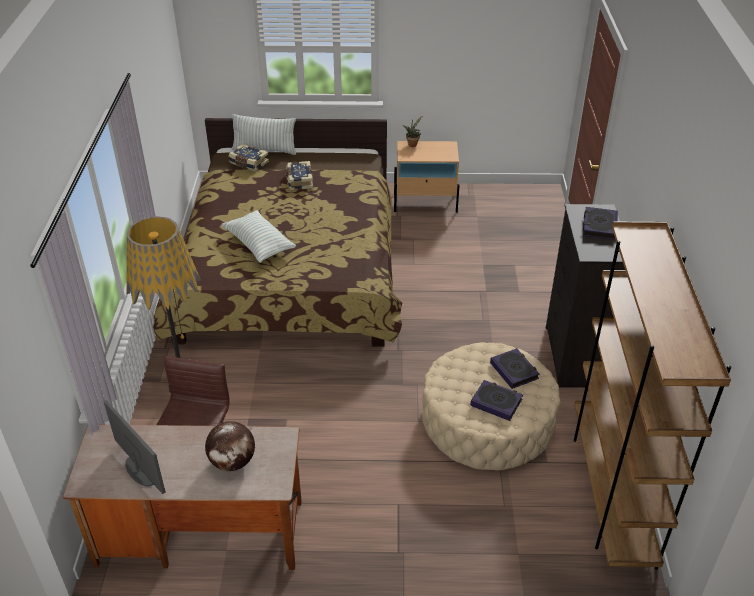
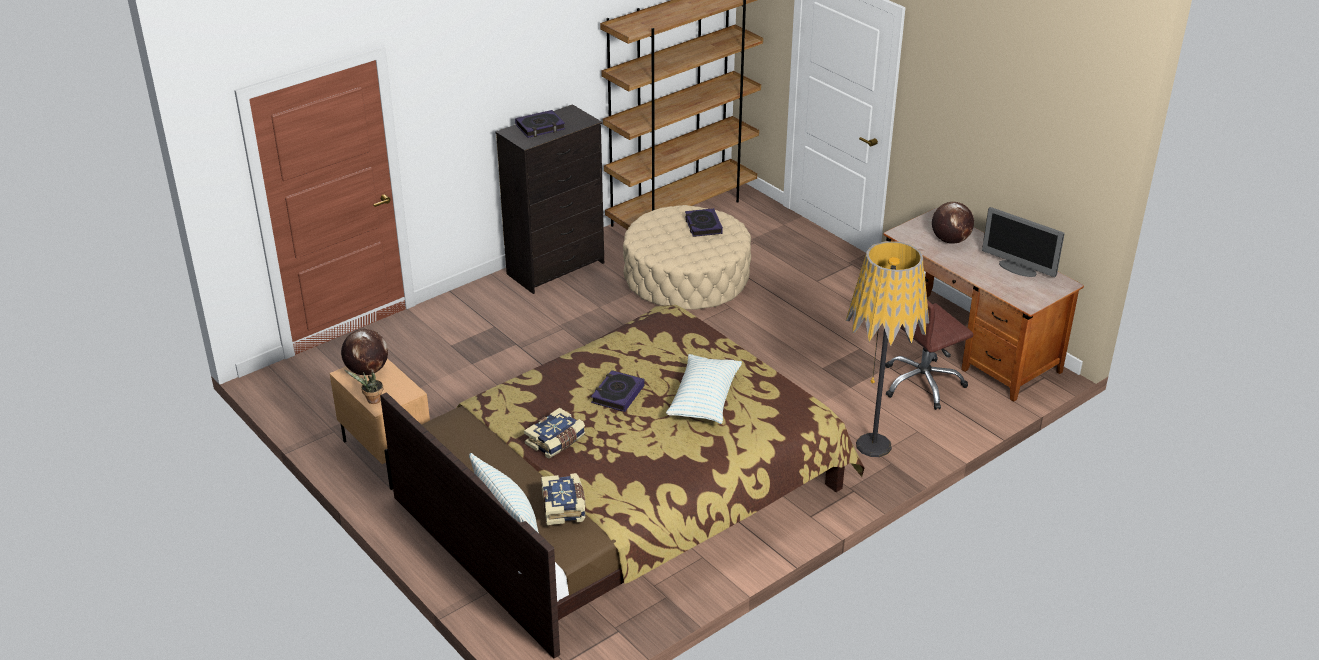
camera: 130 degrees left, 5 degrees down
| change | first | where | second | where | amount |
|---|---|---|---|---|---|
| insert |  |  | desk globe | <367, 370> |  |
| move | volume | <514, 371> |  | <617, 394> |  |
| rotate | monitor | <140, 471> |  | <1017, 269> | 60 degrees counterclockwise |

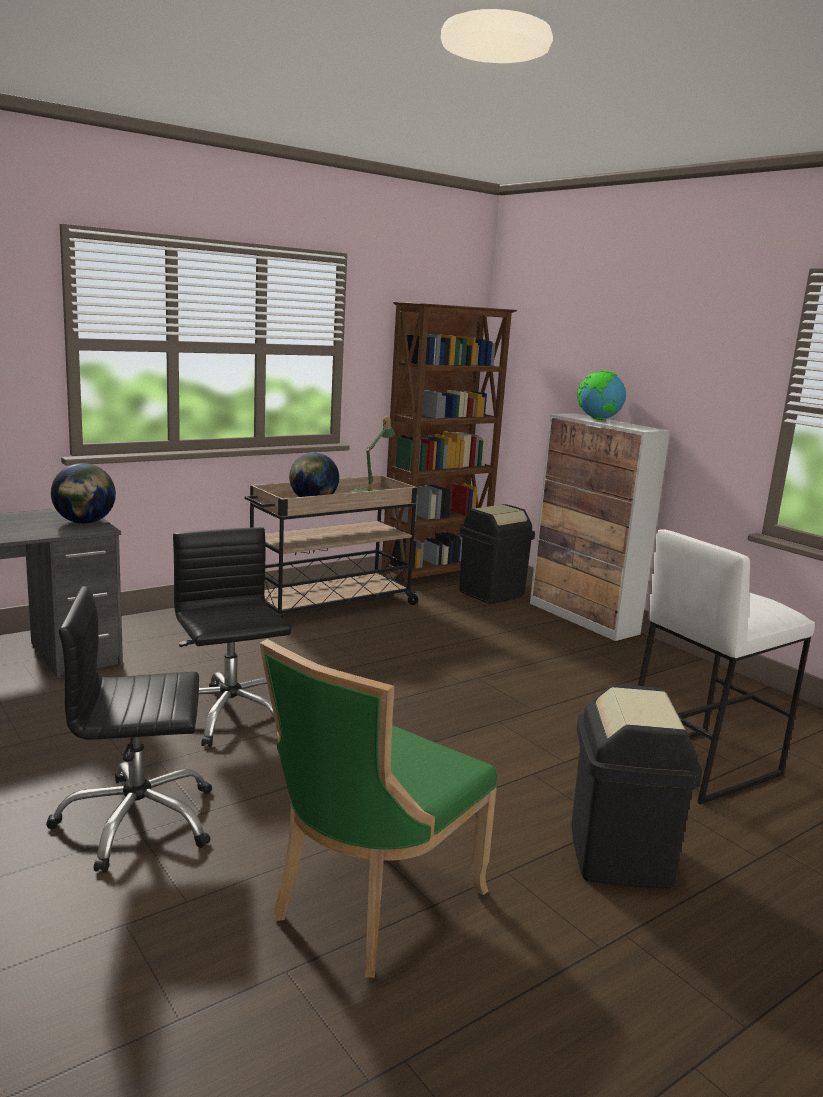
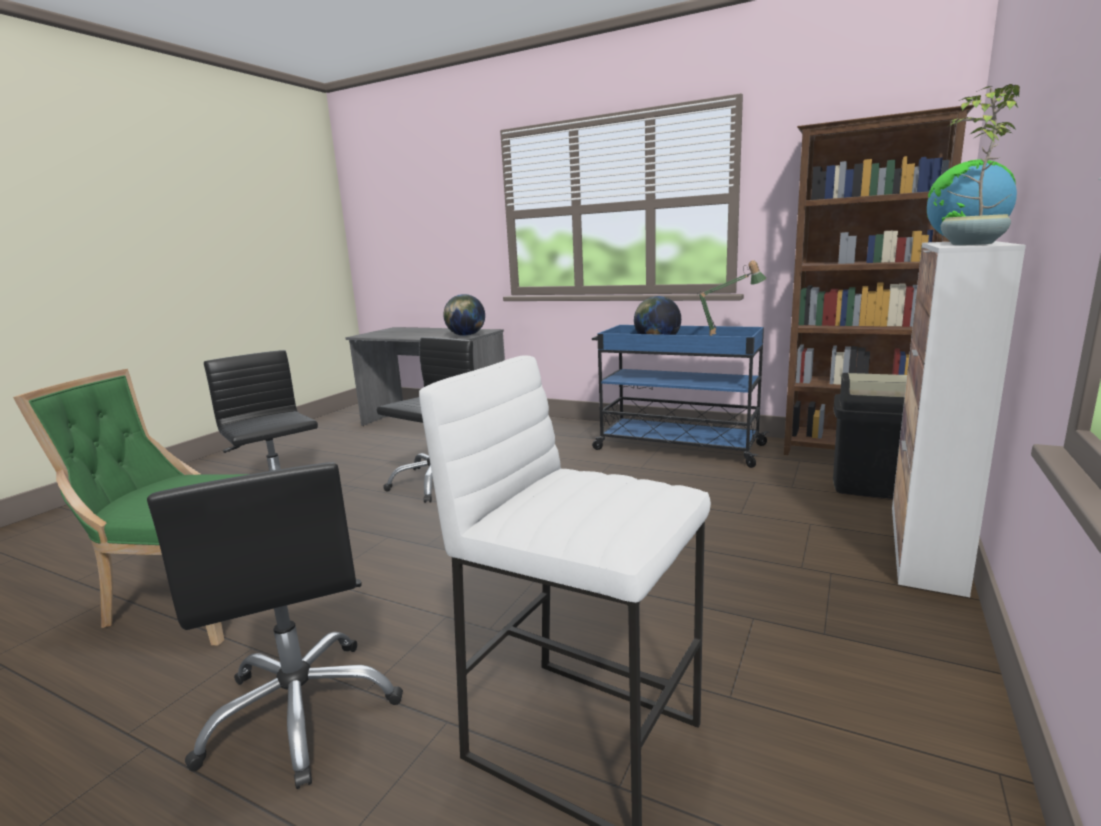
camera: 65 degrees right, 0 degrees up
| change | first | where | second | where | amount |
|---|---|---|---|---|---|
| replace | trash can in blackish | <620, 855> | office chair in blackish | <302, 711> |  |
| recolor | wheeled cart in sand-coloured | <329, 606> | wheeled cart in blue | <676, 447> |  |
| insert |  |  | plant in a pot | <970, 244> |  |

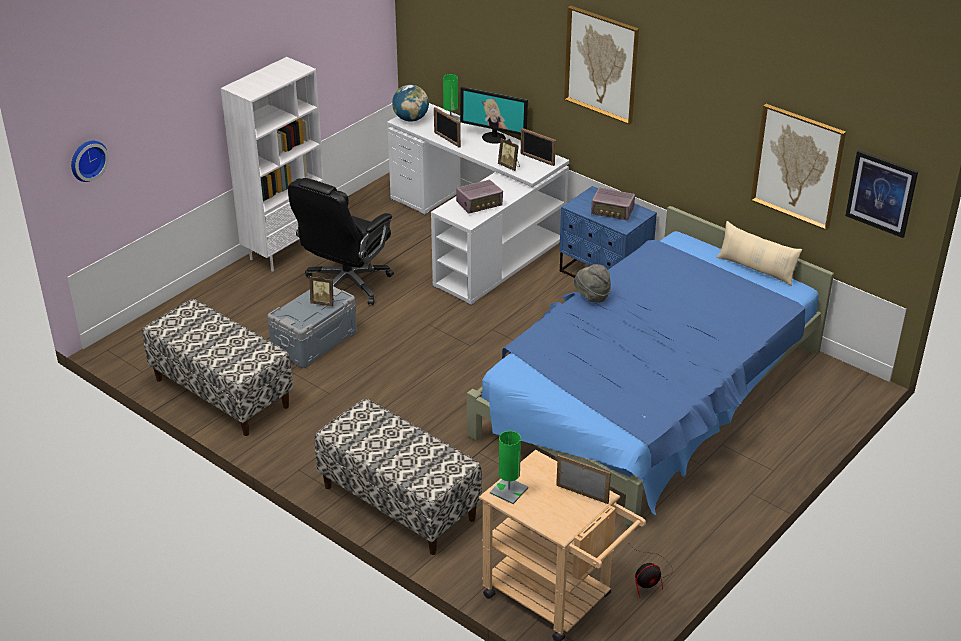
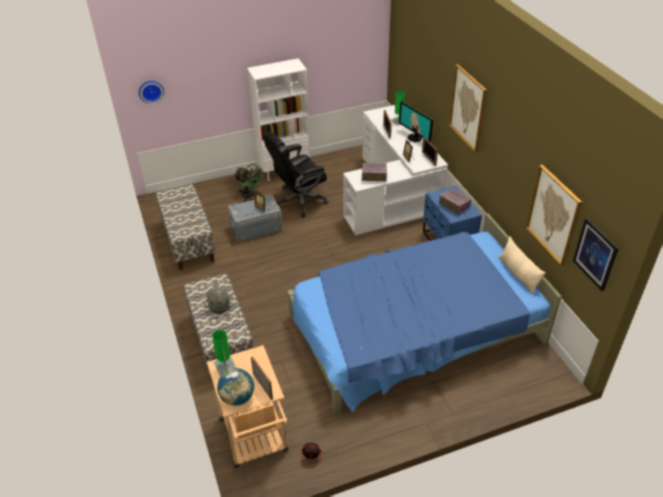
camera: 30 degrees right, 5 degrees up
| change | first | where | second | where | amount |
|---|---|---|---|---|---|
| move | hat in greyish | <592, 296> |  | <219, 306> |  |
| move | desk globe | <411, 119> |  | <237, 397> |  |
| insert |  |  | cooling fan in greenish | <249, 196> |  |

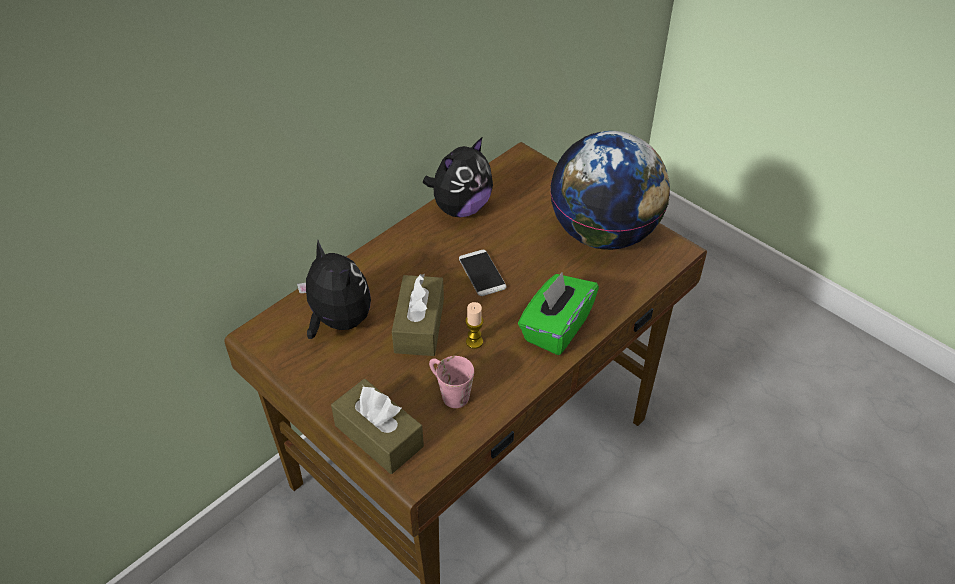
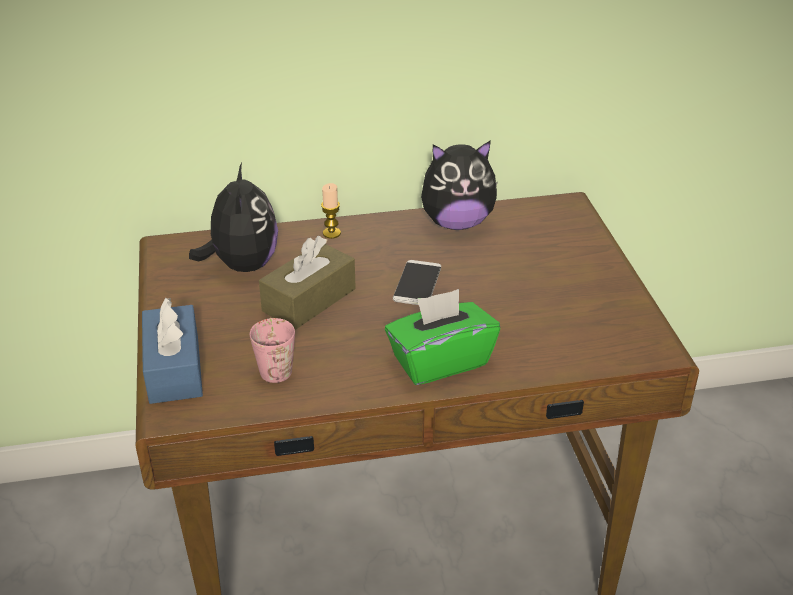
camera: 35 degrees right, 10 degrees down
| change | first | where | second | where | amount |
|---|---|---|---|---|---|
| recolor | box of tissues in brown-coloured | <379, 436> | box of tissues in blue | <174, 369> |  |
| move | candle | <474, 342> |  | <331, 233> |  |
| delete | desk globe | <604, 234> |  |  |  |

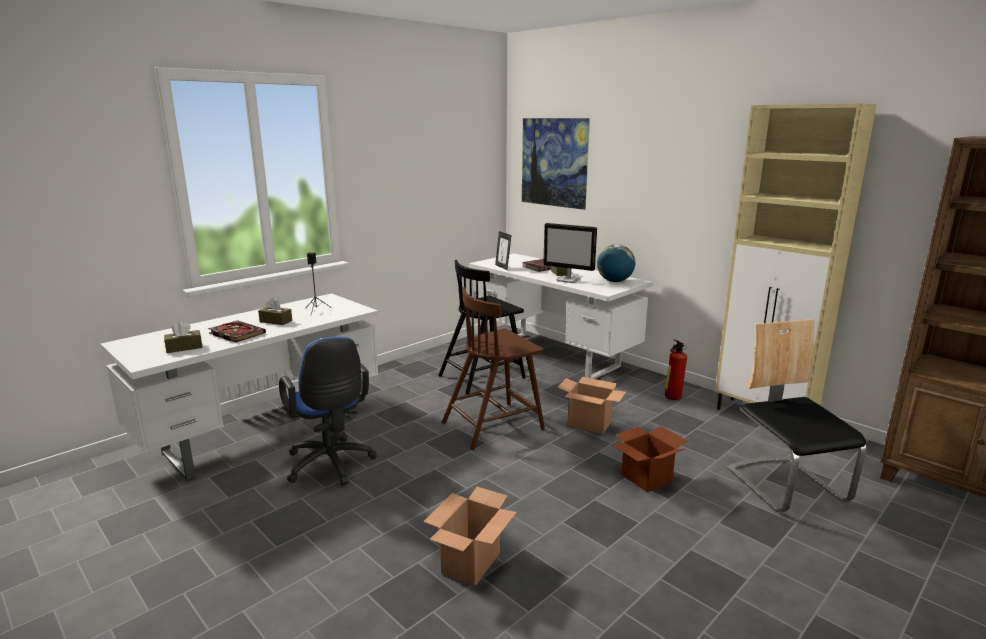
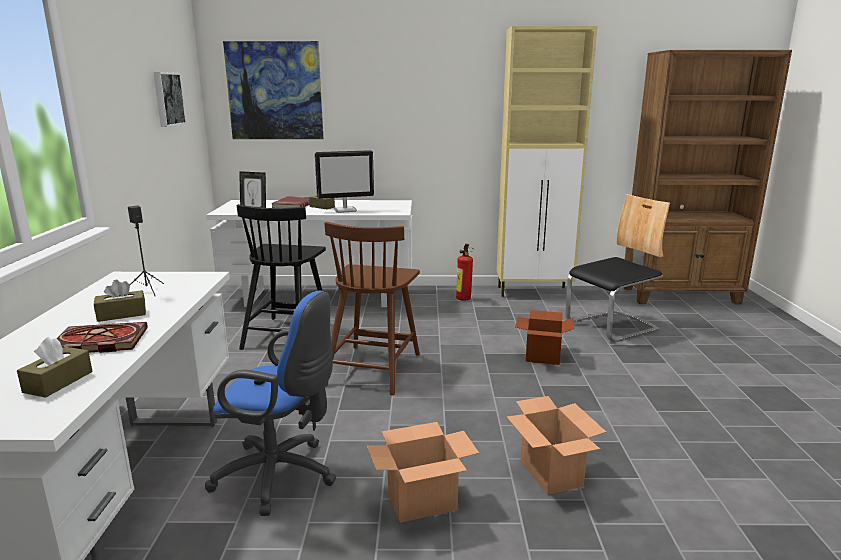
camera: 45 degrees left, 0 degrees up
| change | first | where | second | where | amount |
|---|---|---|---|---|---|
| insert |  |  | picture | <167, 99> |  |
| move | cardboard box | <590, 424> |  | <422, 501> |  |
| rotate | plain chair | <786, 485> |  | <612, 326> | 120 degrees clockwise |
| delete | desk globe | <614, 281> |  |  |  |

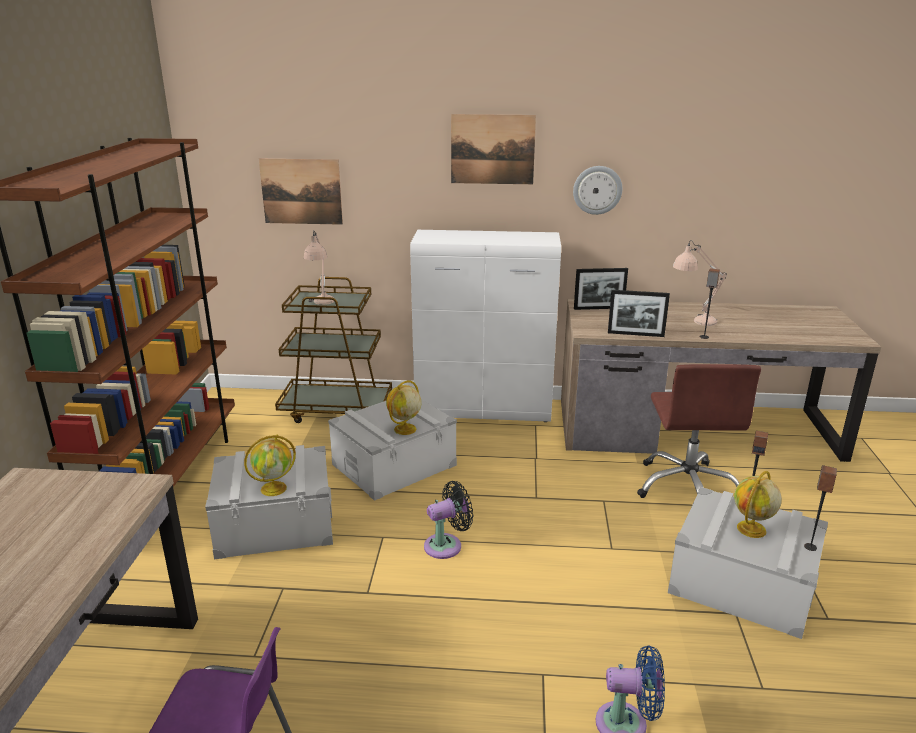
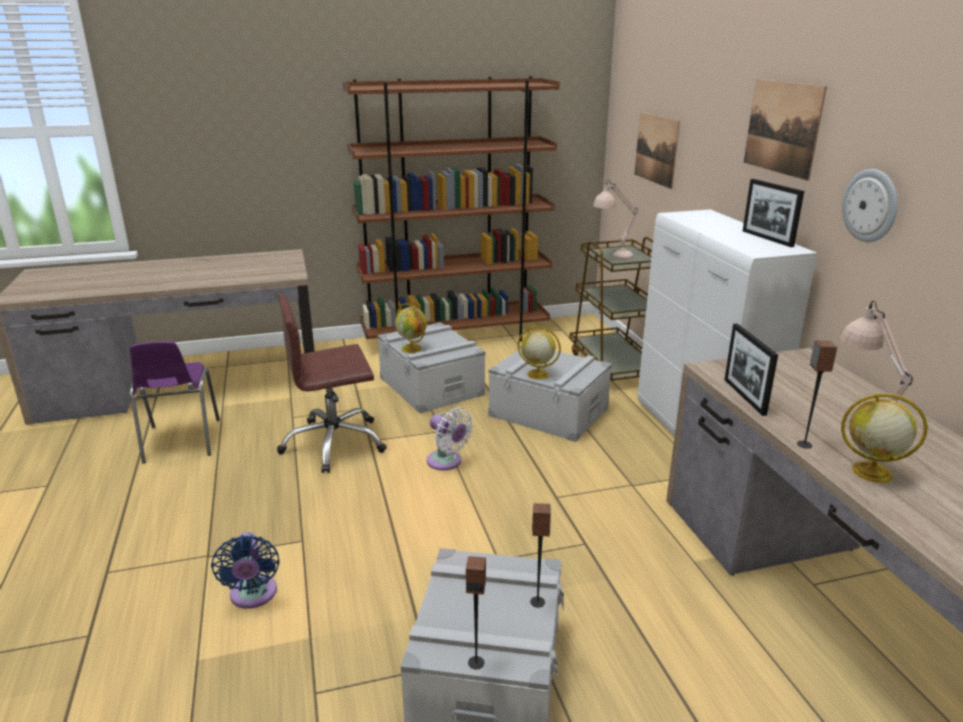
camera: 70 degrees right, 0 degrees up
| change | first | where | second | where | amount |
|---|---|---|---|---|---|
| move | office chair in brown-coloured | <687, 487> |  | <334, 443> |  |
| recolor | cooling fan in blackish | <447, 545> | cooling fan in whitish | <447, 462> |  |
| move | picture frame | <599, 308> |  | <767, 238> |  |
| move | desk globe | <751, 530> |  | <870, 472> |  |

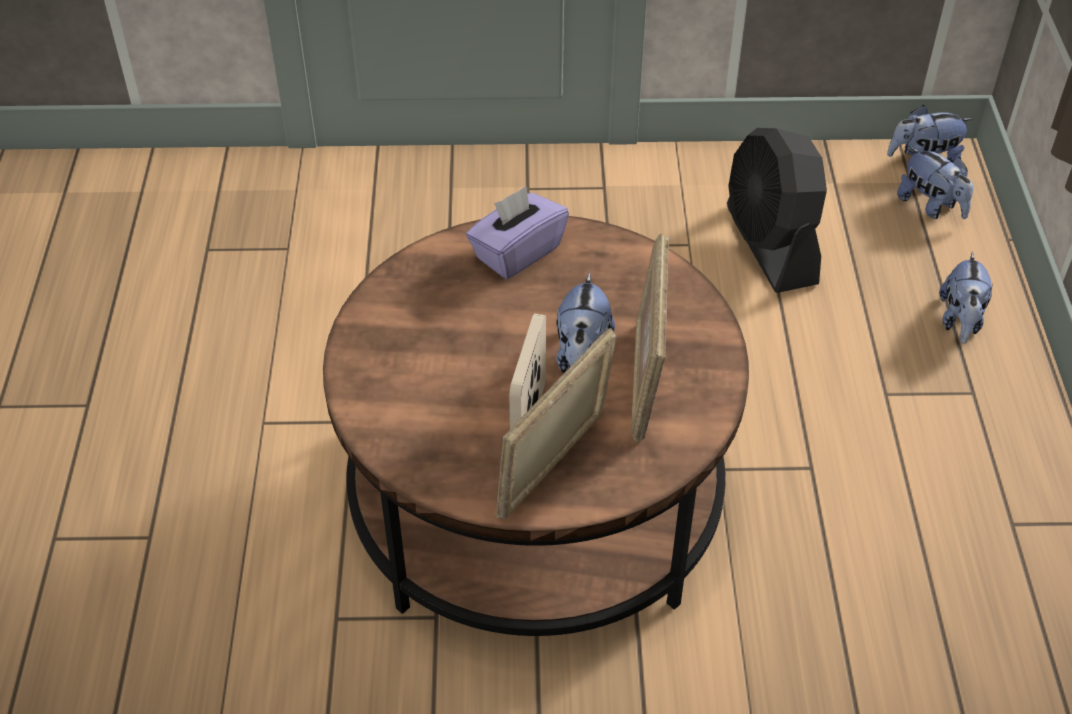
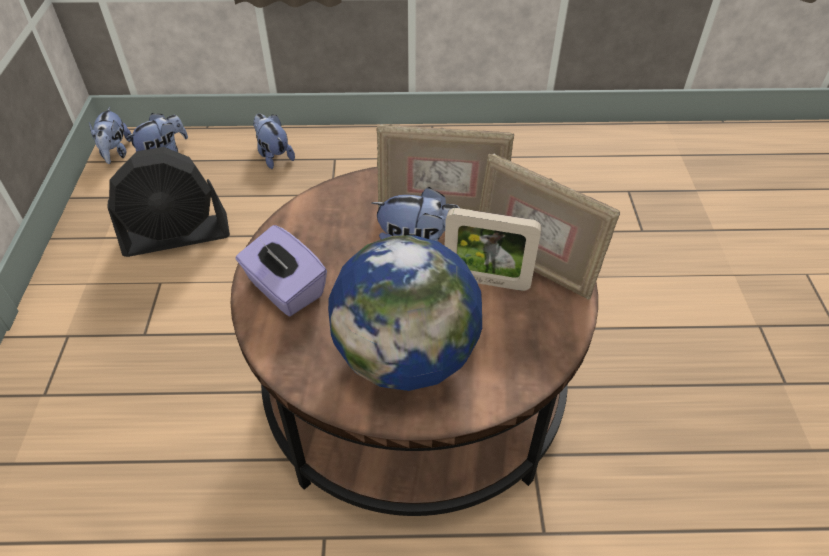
camera: 90 degrees left, 0 degrees up
| change | first | where | second | where | amount |
|---|---|---|---|---|---|
| rotate | plush toy | <960, 321> |  | <273, 156> | 135 degrees counterclockwise |
| insert |  |  | desk globe | <406, 357> |  |

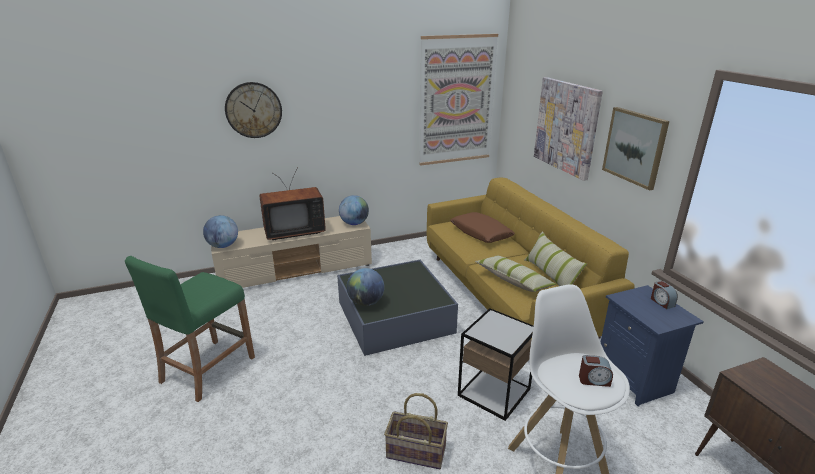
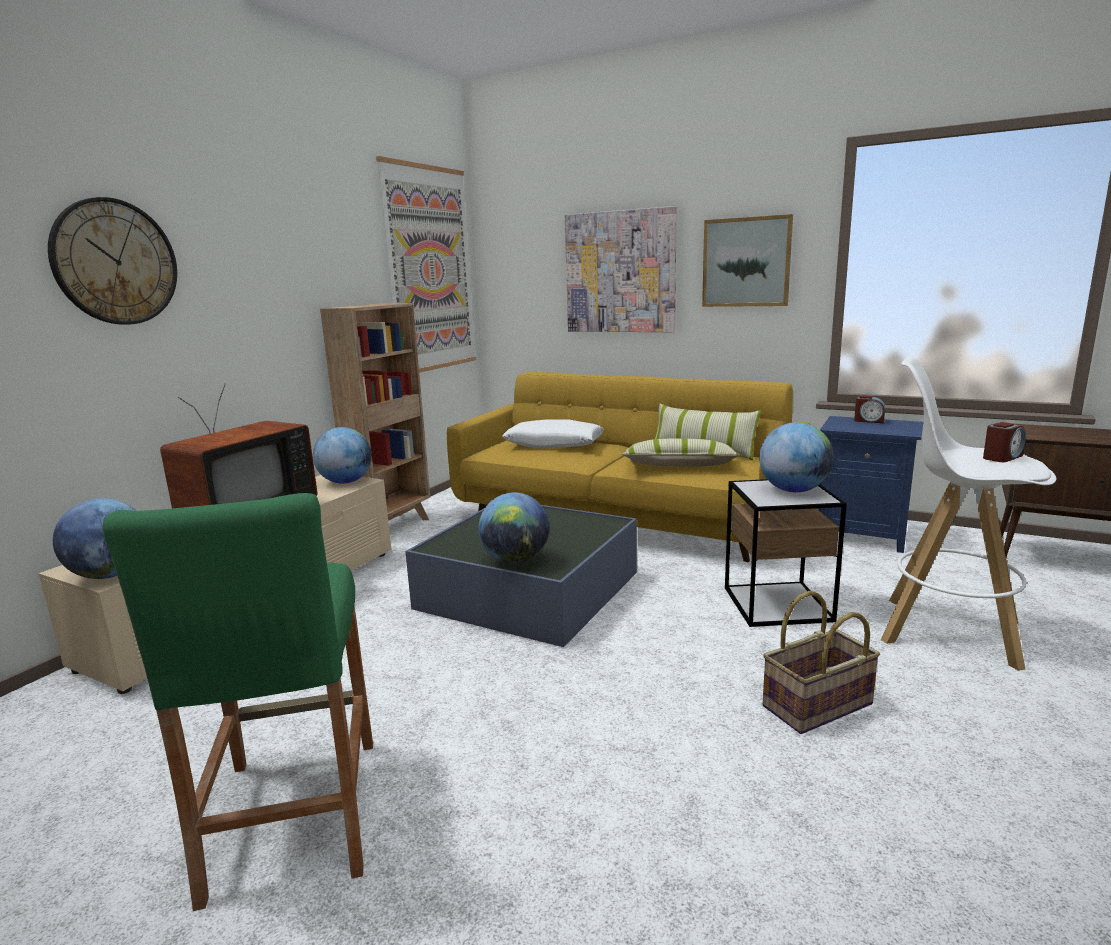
camera: 40 degrees left, 10 degrees down
| change | first | where | second | where | amount |
|---|---|---|---|---|---|
| insert |  |  | shelving unit in brown-coloured | <393, 526> |  |
| recolor | pillow in brown-coloured | <480, 233> | pillow in whitish | <554, 444> |  |
| insert |  |  | desk globe | <793, 490> |  |

